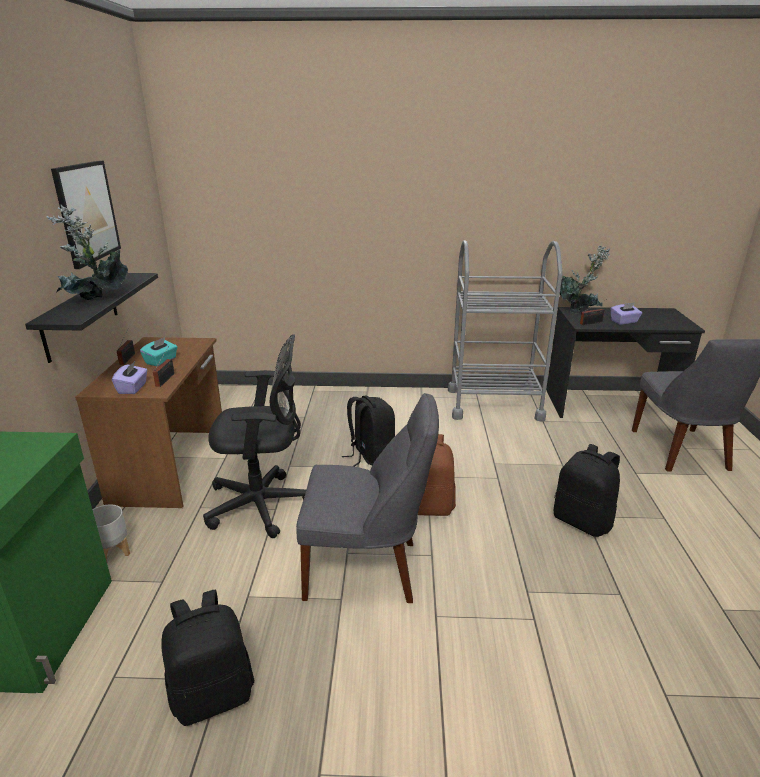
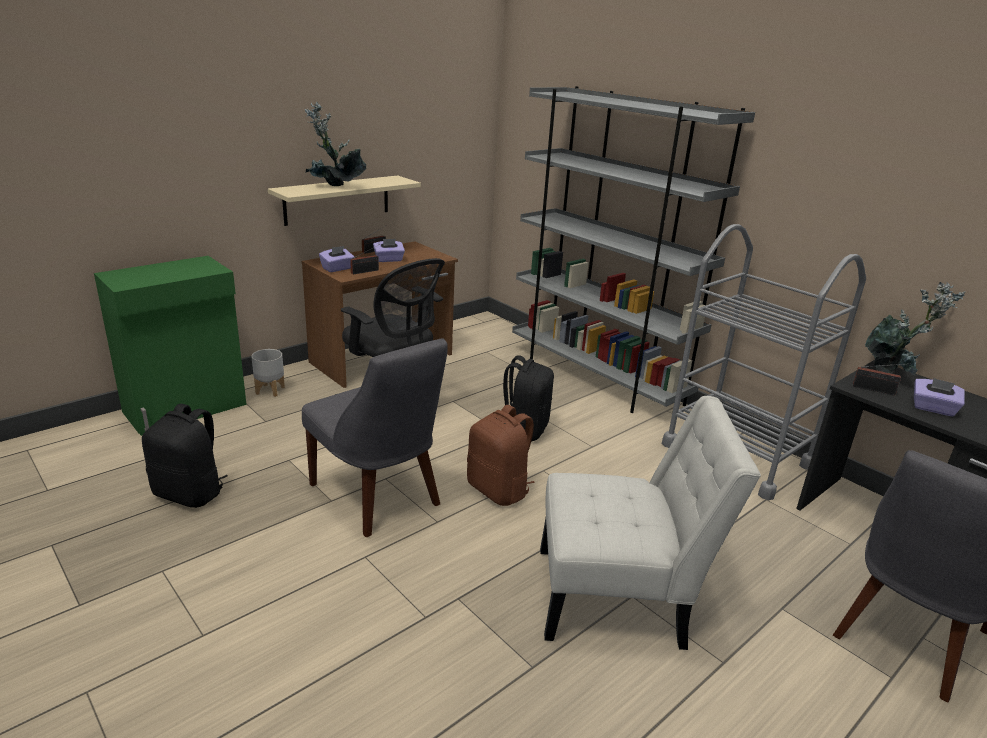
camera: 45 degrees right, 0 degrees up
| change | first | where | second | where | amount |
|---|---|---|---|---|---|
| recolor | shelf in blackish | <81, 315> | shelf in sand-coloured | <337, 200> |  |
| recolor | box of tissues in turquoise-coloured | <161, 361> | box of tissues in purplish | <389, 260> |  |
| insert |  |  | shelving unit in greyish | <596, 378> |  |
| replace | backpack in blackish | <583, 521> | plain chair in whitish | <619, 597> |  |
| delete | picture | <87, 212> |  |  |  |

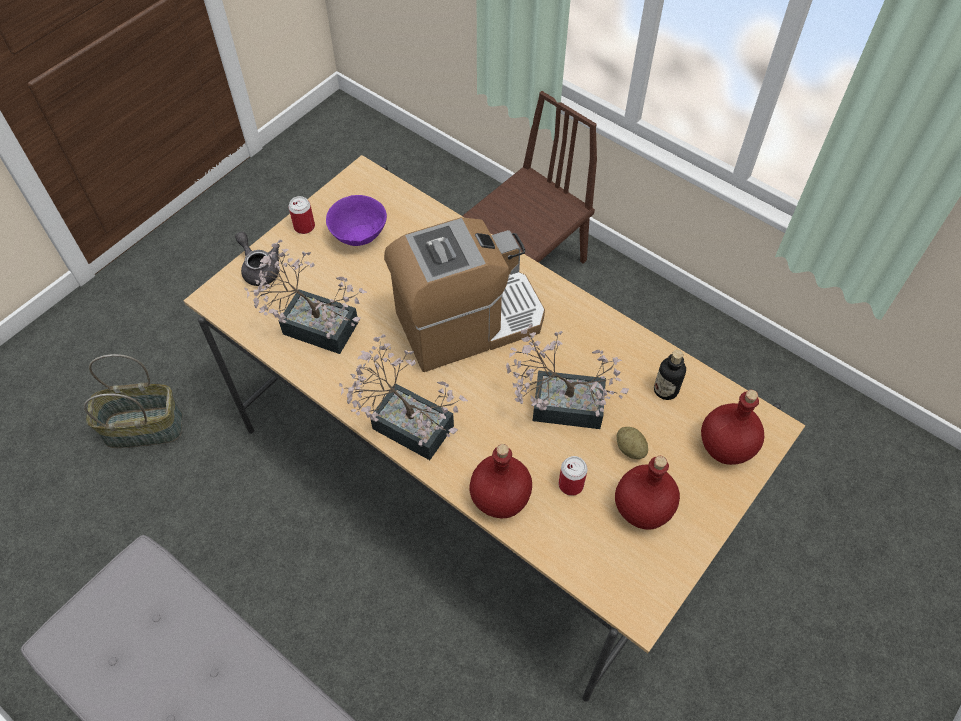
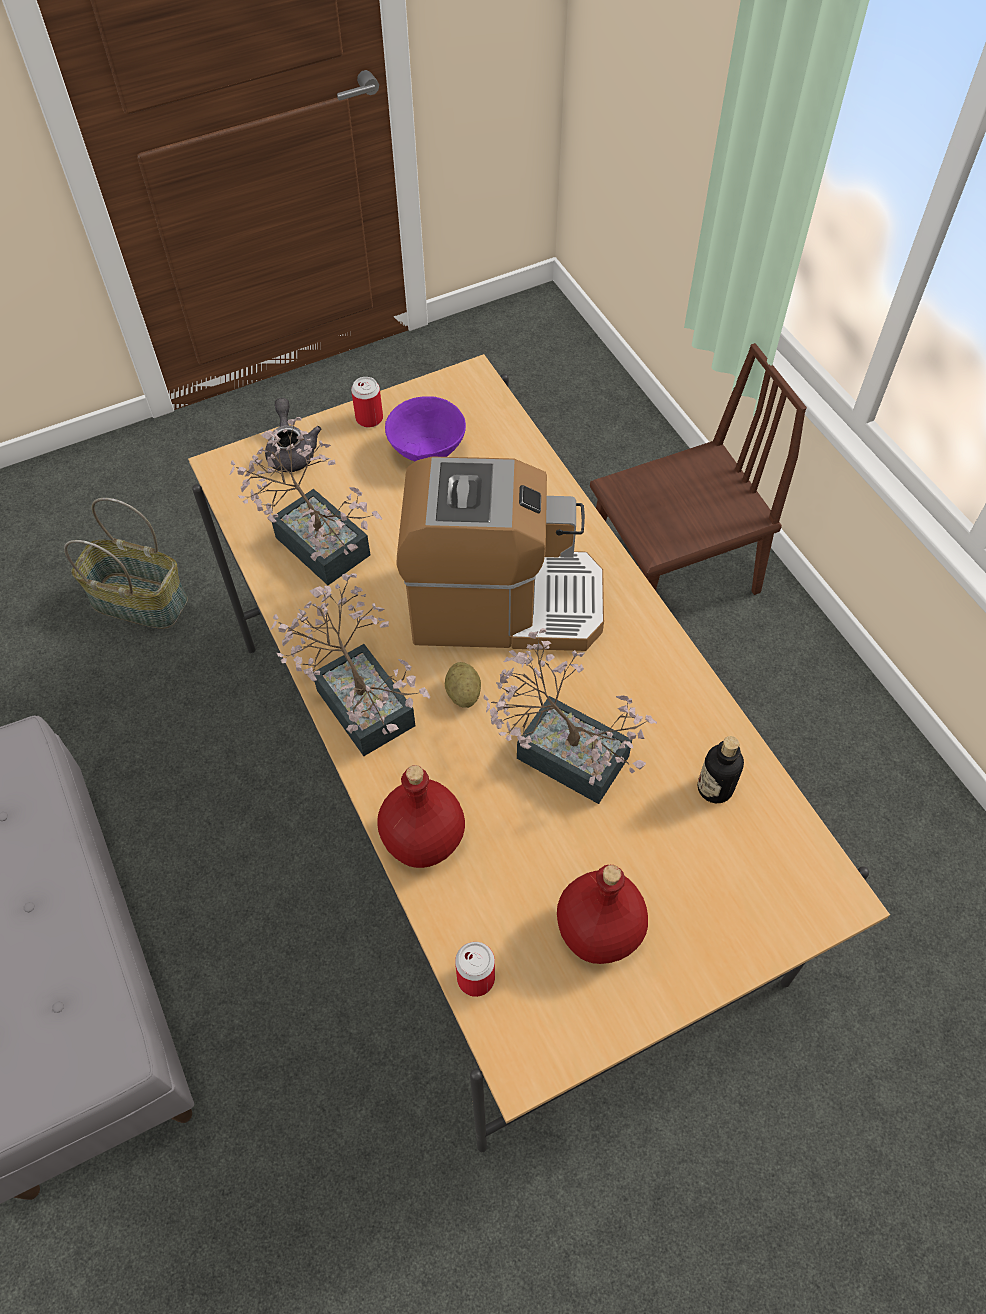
camera: 25 degrees right, 0 degrees up
| change | first | where | second | where | amount |
|---|---|---|---|---|---|
| move | whole potato | <630, 449> |  | <463, 693> |  |
| move | metal can | <571, 484> |  | <476, 978> |  |
| delete | beverage bottle in reddish | <727, 447> |  |  |  |

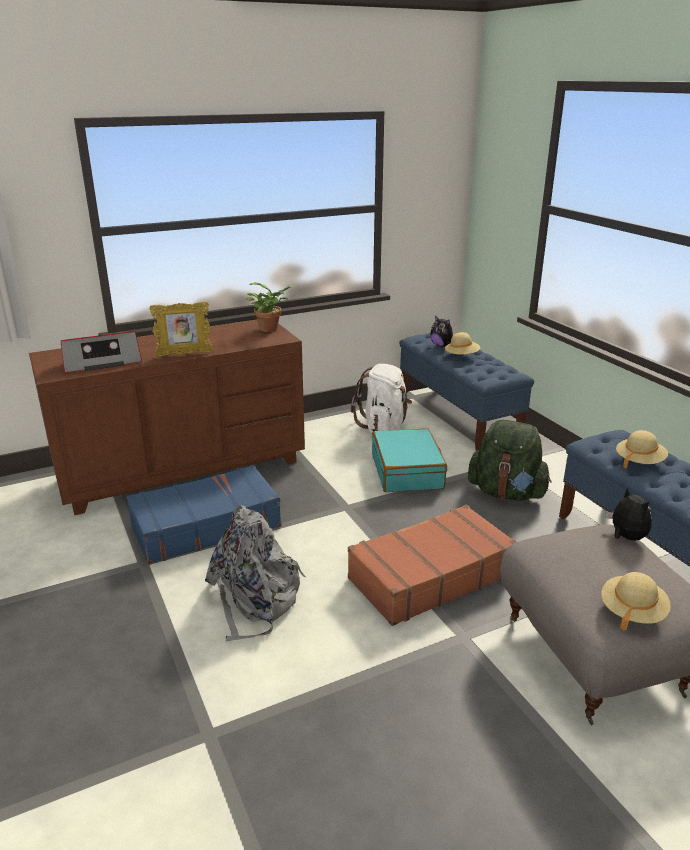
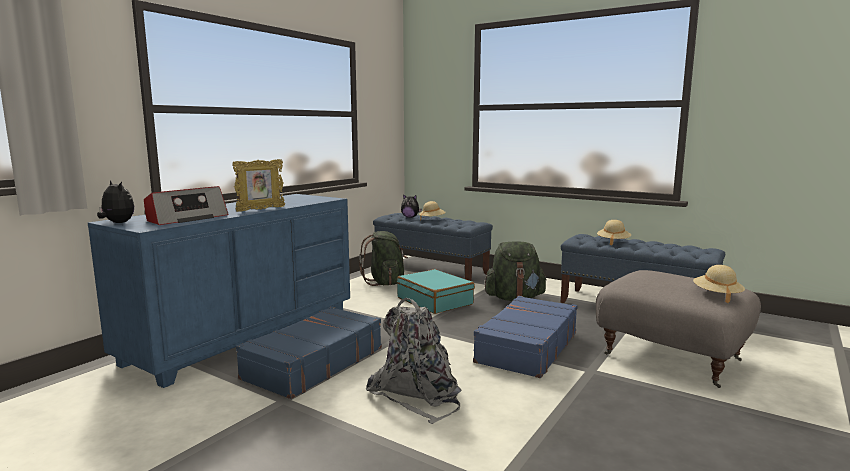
camera: 30 degrees left, 15 degrees down
| change | first | where | second | where | amount |
|---|---|---|---|---|---|
| recolor | dresser in brown-coloured | <183, 470> | dresser in blue | <244, 336> |  |
| move | plush toy | <625, 537> |  | <117, 223> |  |
| recolor | backpack in whitish | <383, 426> | backpack in greenish | <385, 283> |  |
| recolor | suitcase in brown-coloured | <430, 576> | suitcase in blue | <526, 347> |  |
| delete | plant in a pot | <271, 329> |  |  |  |

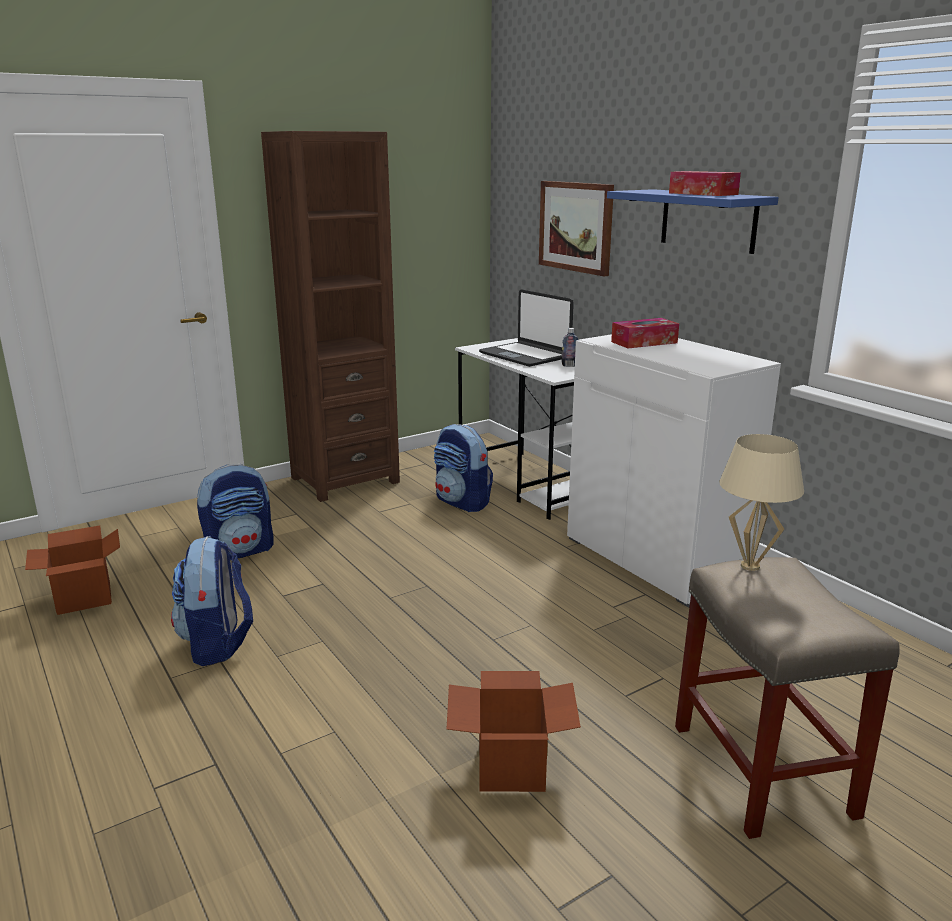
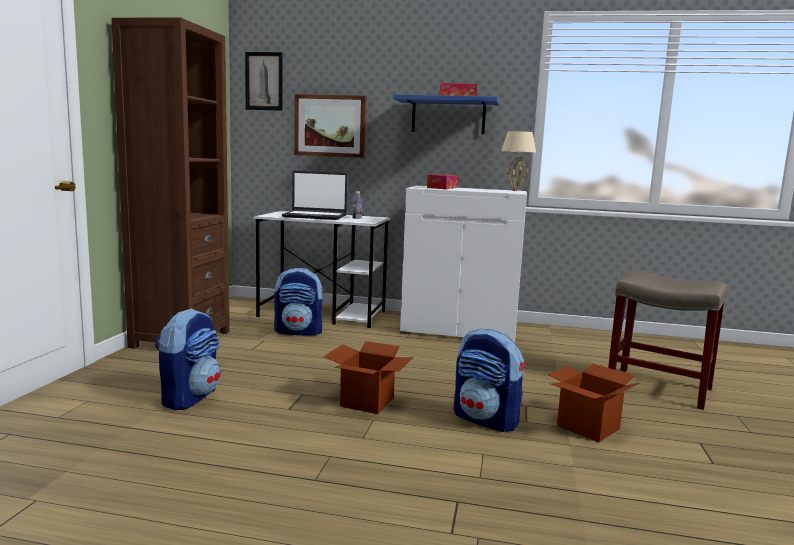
camera: 45 degrees left, 10 degrees down
| change | first | where | second | where | amount |
|---|---|---|---|---|---|
| insert |  |  | picture | <264, 81> |  |
| move | cardboard box | <84, 598> |  | <367, 402> |  |
| move | backpack | <217, 644> |  | <486, 420> |  |
| move | lamp for a table in sand-coloured | <749, 566> |  | <515, 190> |  |

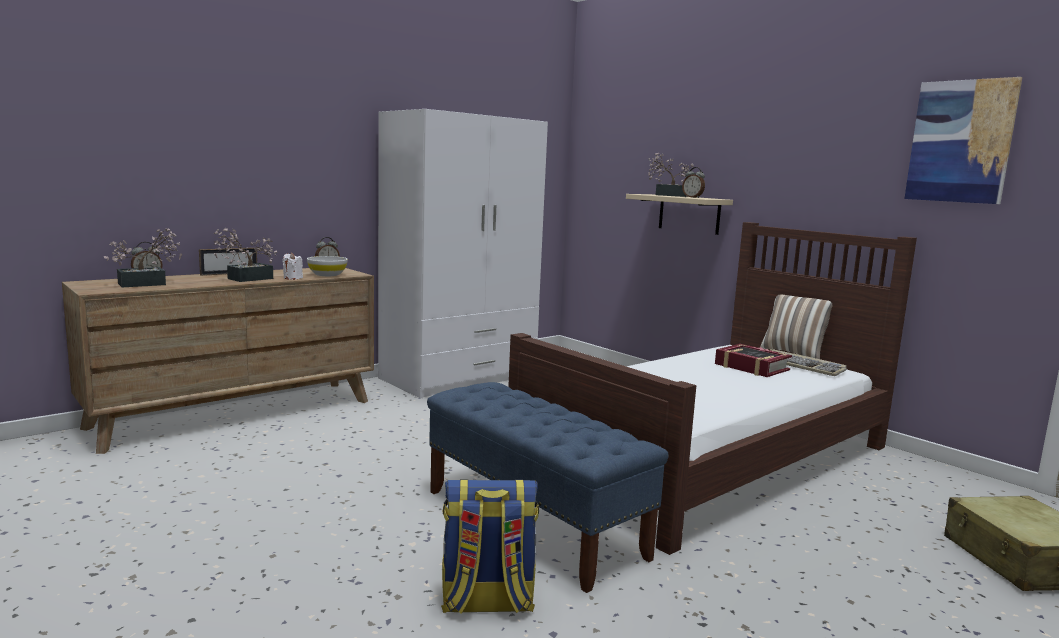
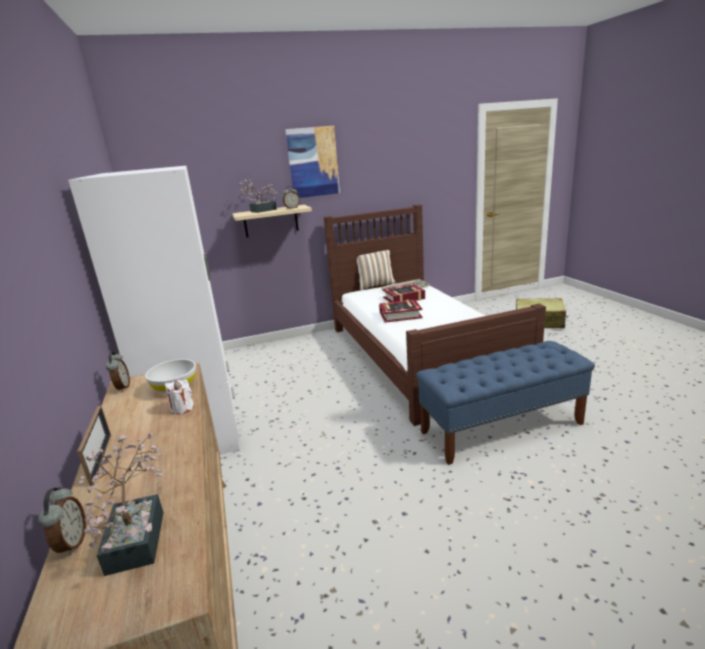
camera: 65 degrees left, 10 degrees up
| change | first | where | second | where | amount |
|---|---|---|---|---|---|
| move | picture | <960, 141> |  | <313, 162> |  |
| insert |  |  | volume | <400, 315> |  |
| delete | plant in a pot | <245, 279> |  |  |  |
| delete | backpack | <486, 603> |  |  |  |

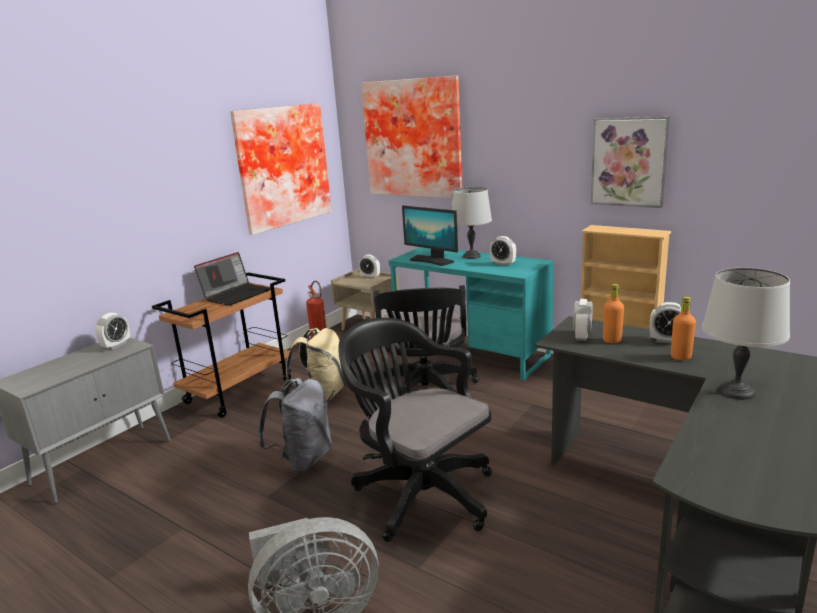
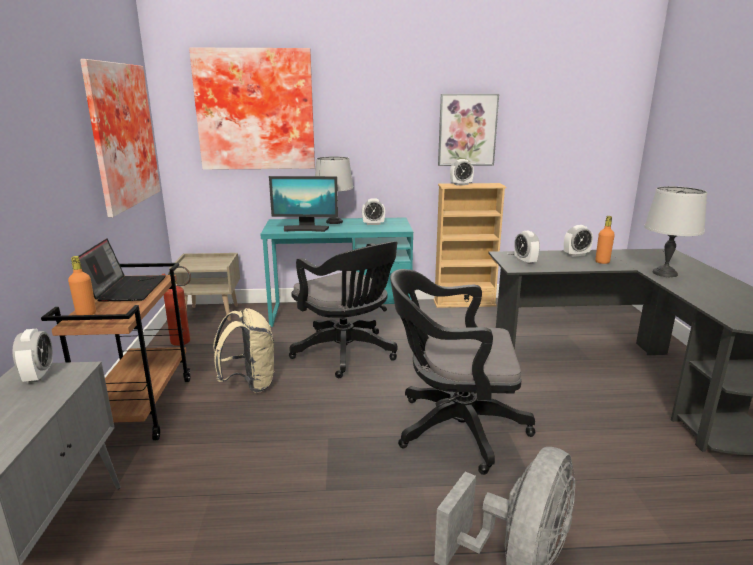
camera: 40 degrees left, 0 degrees up
| change | first | where | second | where | amount |
|---|---|---|---|---|---|
| move | beverage bottle in orangey | <612, 340> |  | <86, 314> |  |
| move | bedside clock | <370, 277> |  | <461, 184> |  |
| delete | backpack in greyish | <303, 460> |  |  |  |

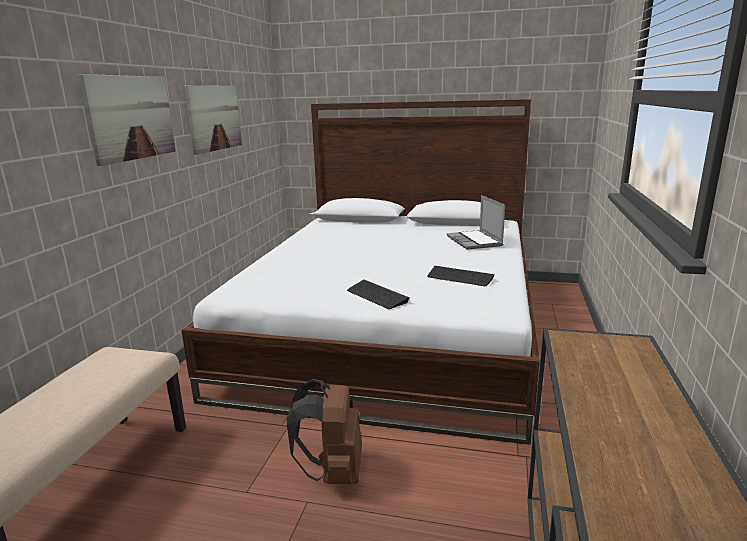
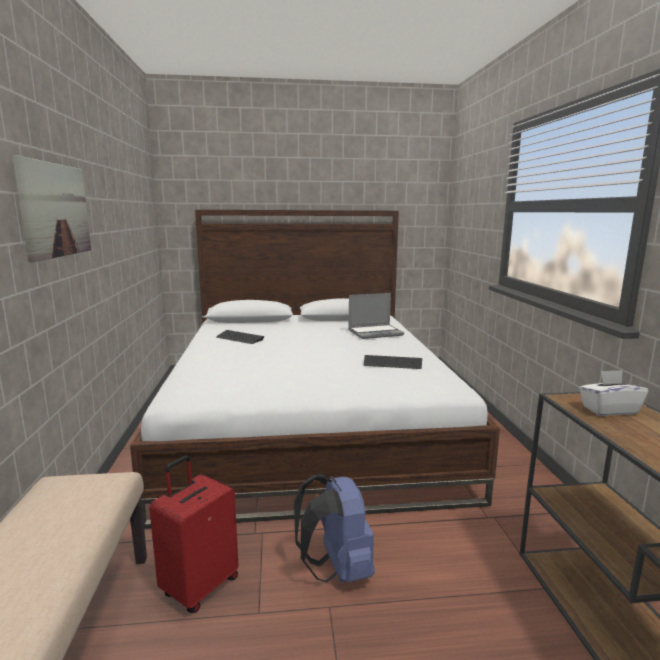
camera: 20 degrees left, 5 degrees down
| change | first | where | second | where | amount |
|---|---|---|---|---|---|
| insert |  |  | suitcase in reddish | <199, 586> |  |
| move | computer keyboard | <377, 296> |  | <239, 338> |  |
| recolor | backpack in brown-coloured | <333, 472> | backpack in blue | <337, 570> |  |
| rotate | laptop | <475, 241> |  | <375, 333> | 75 degrees counterclockwise |
| insert |  |  | box of tissues in whitish | <608, 410> |  |
| delete | picture | <214, 118> |  |  |  |

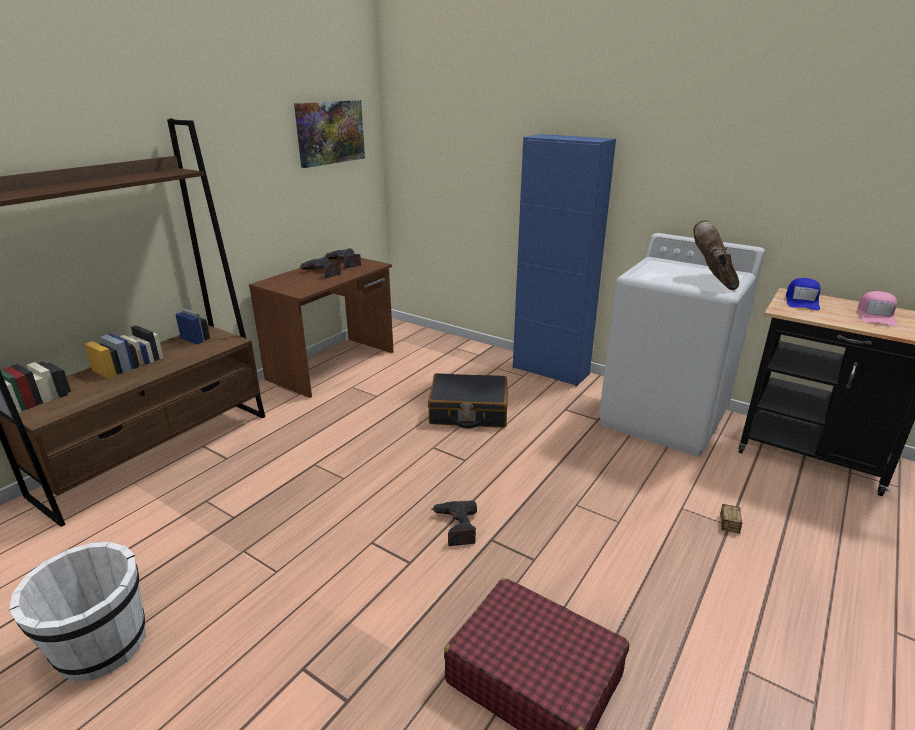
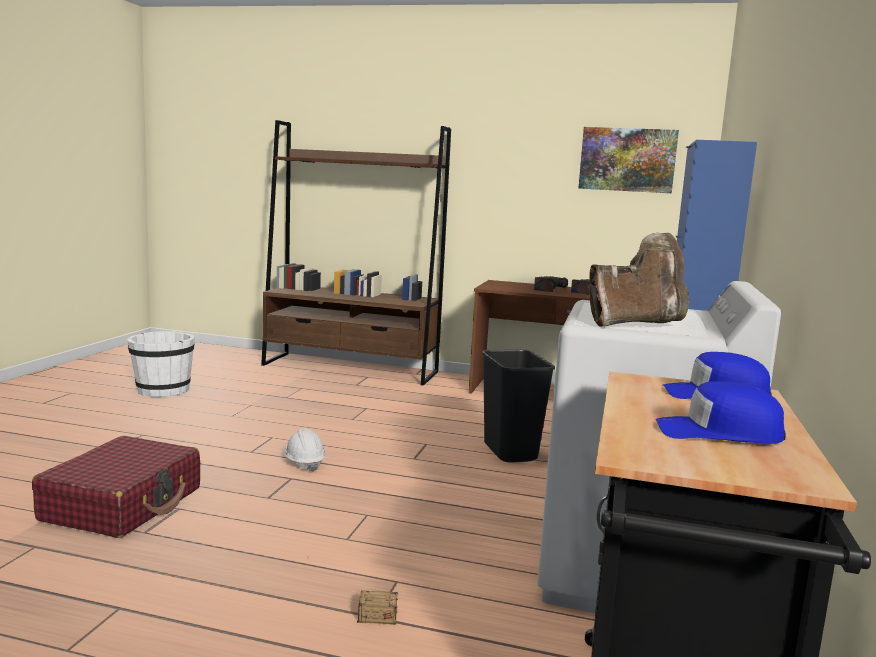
camera: 70 degrees right, 15 degrees down
| change | first | where | second | where | amount |
|---|---|---|---|---|---|
| replace | drill | <456, 527> | safety helmet in whitish | <304, 463> |  |
| replace | suitcase in blackish | <468, 412> | trash can in blackish | <511, 452> |  |
| recolor | baseball cap in pink-coloured | <876, 316> | baseball cap in blue | <718, 432> |  |

